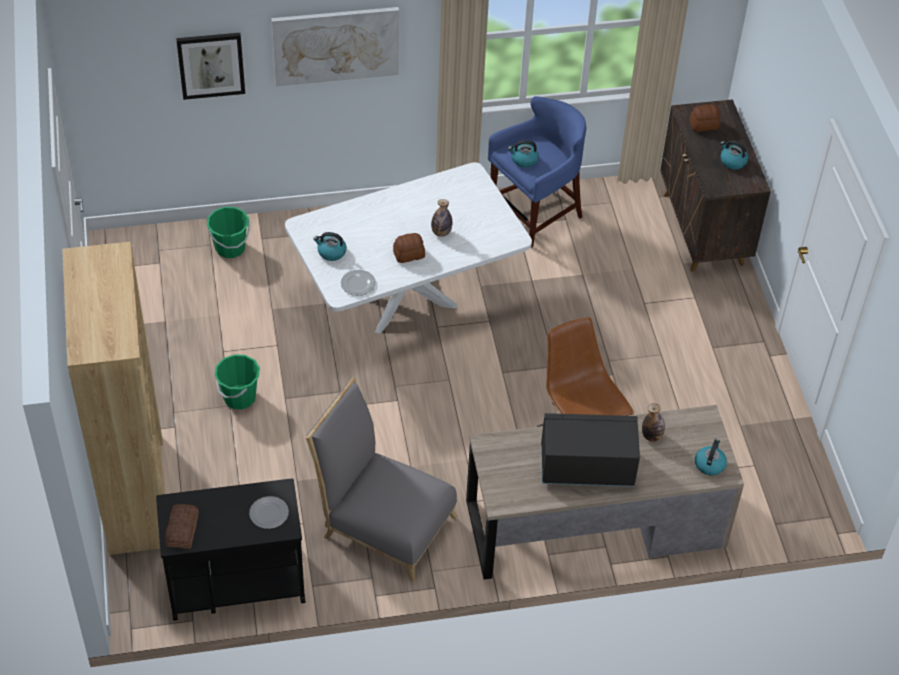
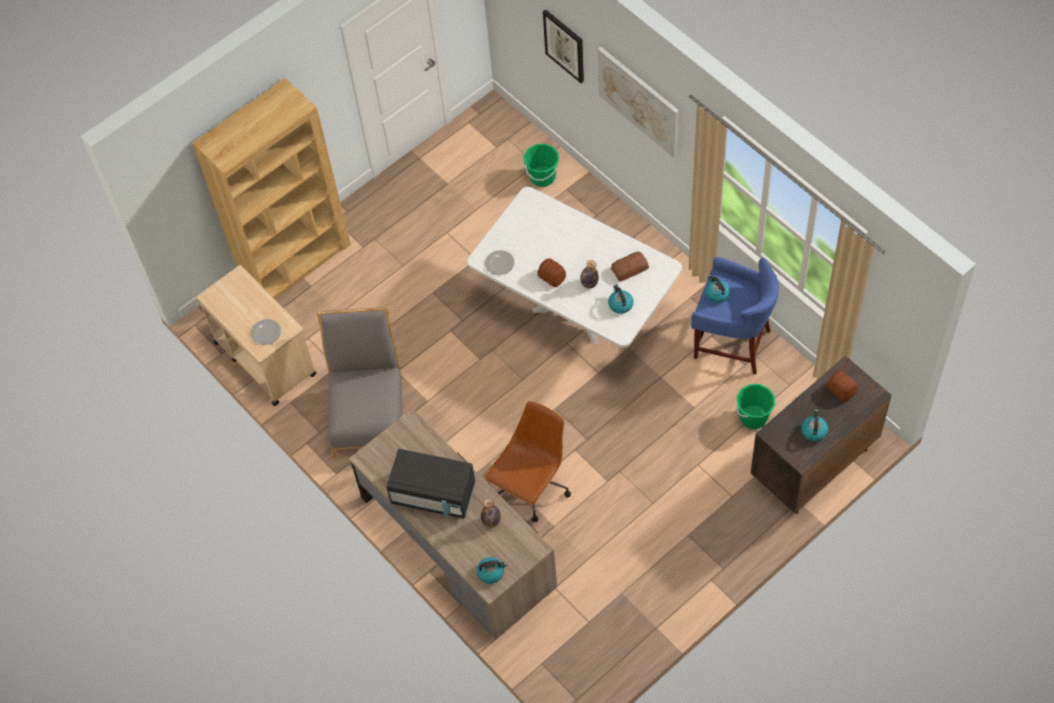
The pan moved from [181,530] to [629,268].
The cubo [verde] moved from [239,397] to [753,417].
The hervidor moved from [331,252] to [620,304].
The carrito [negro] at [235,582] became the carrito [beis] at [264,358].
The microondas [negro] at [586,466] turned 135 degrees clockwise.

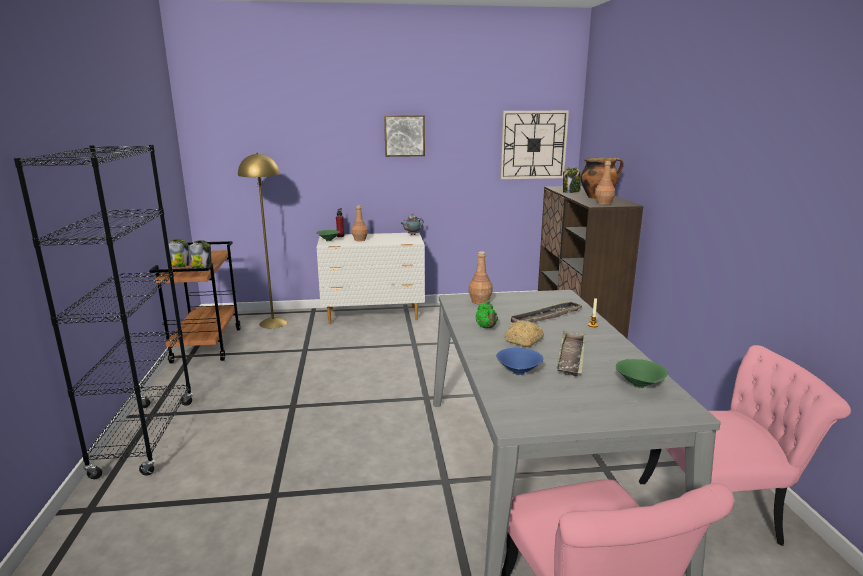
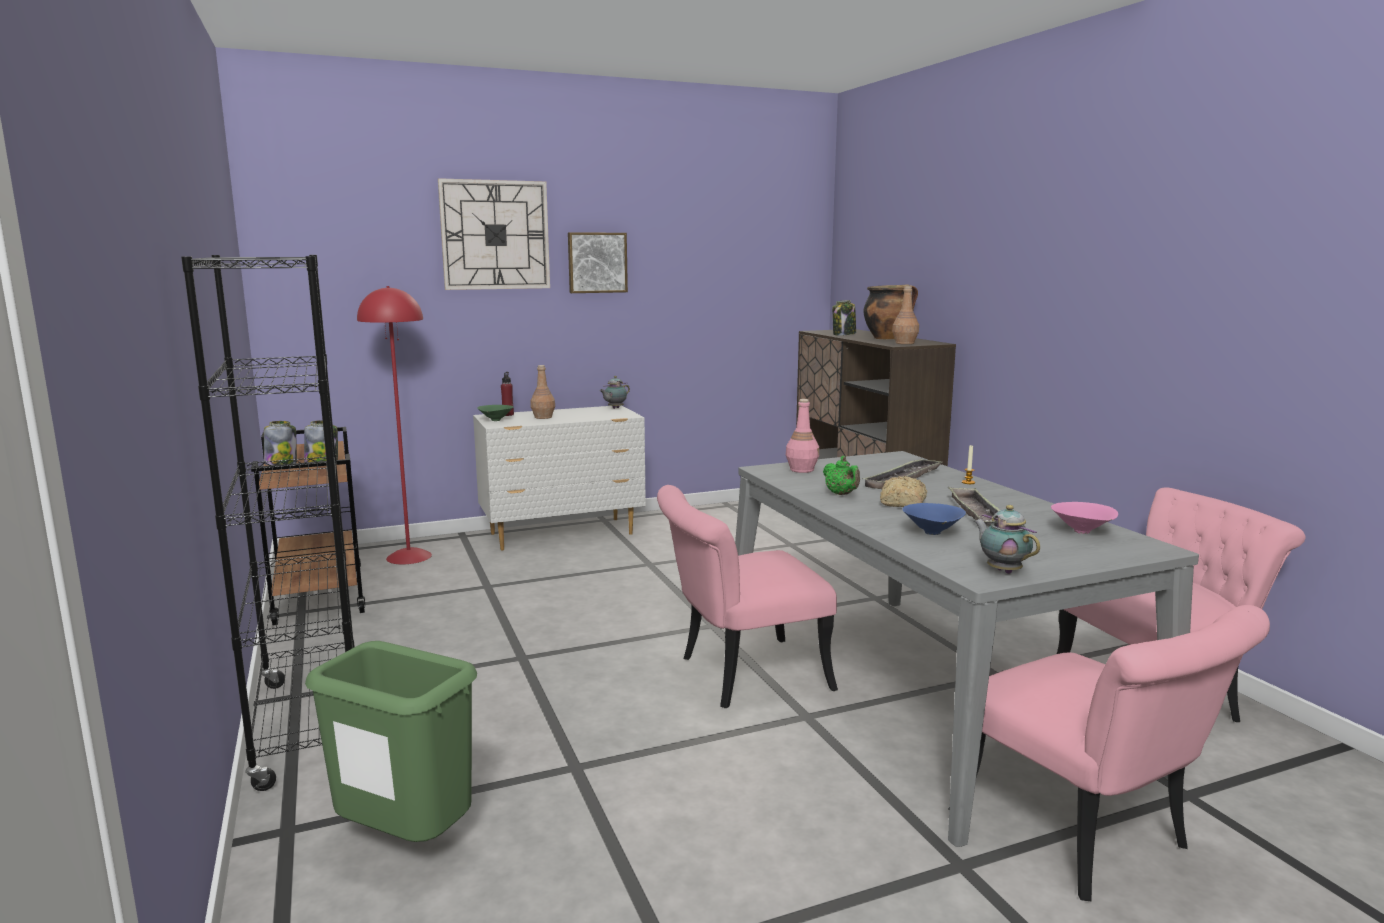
The papelera [verde] at [404,844] appeared.
The silla [rosa] at [739,676] appeared.
The tetera at [1002,571] appeared.
The reloj de pared moved from [533,145] to [495,235].
The lámpara de pie [amarillo] at [273,323] became the lámpara de pie [rojo] at [409,556].
The botella [marrón] at [480,301] became the botella [rosa] at [802,469].
The cuenco [verde] at [639,386] became the cuenco [rosa] at [1083,532].

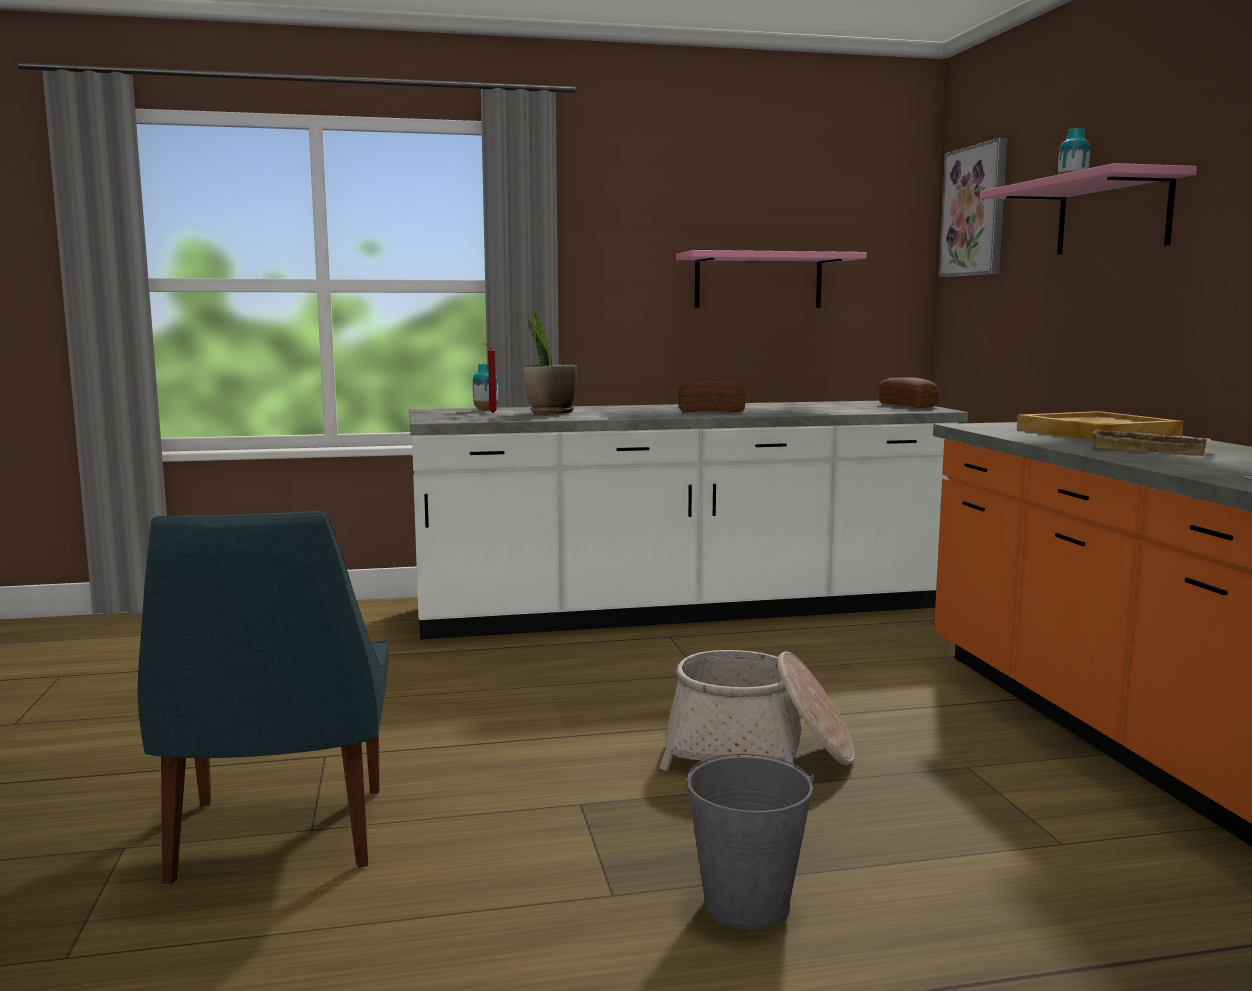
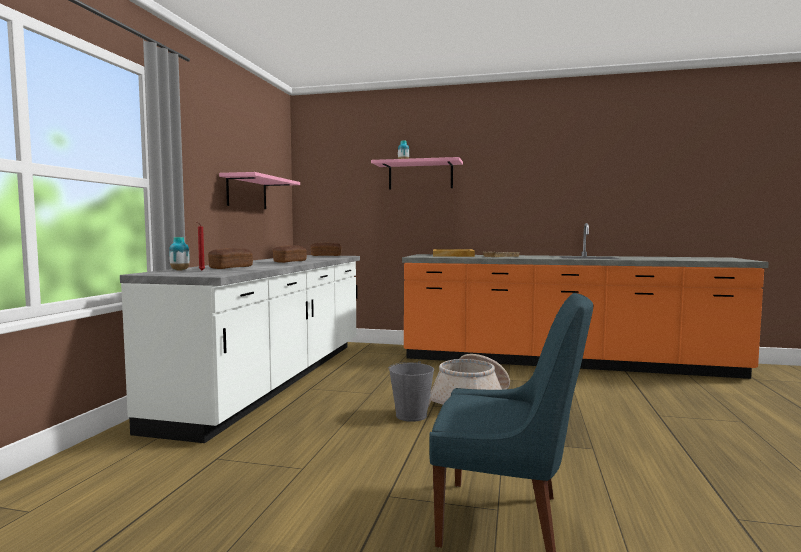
The cuadro at [974,211] disappeared.
The cubo [gris] moved from [747,905] to [411,415].
The planta en maceta at [550,413] was replaced by the pan at [231,267].

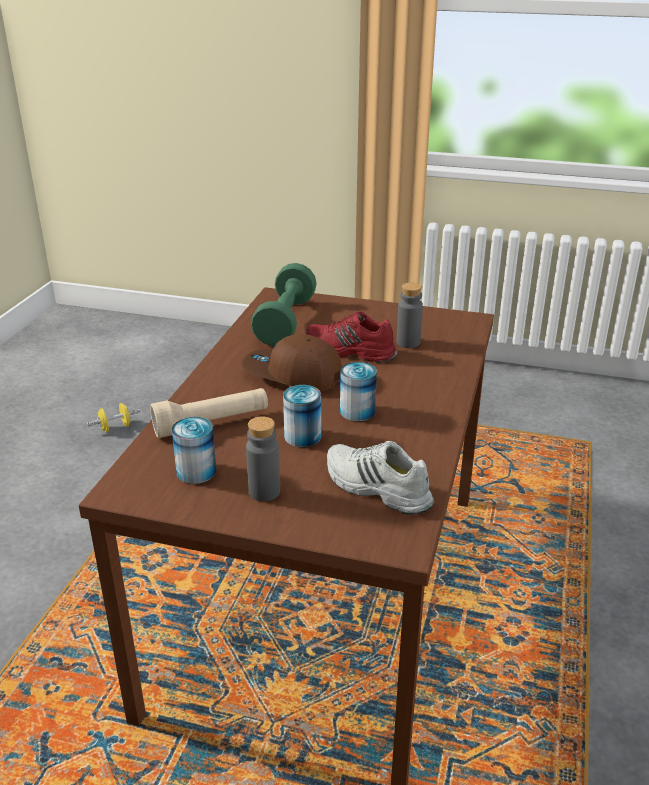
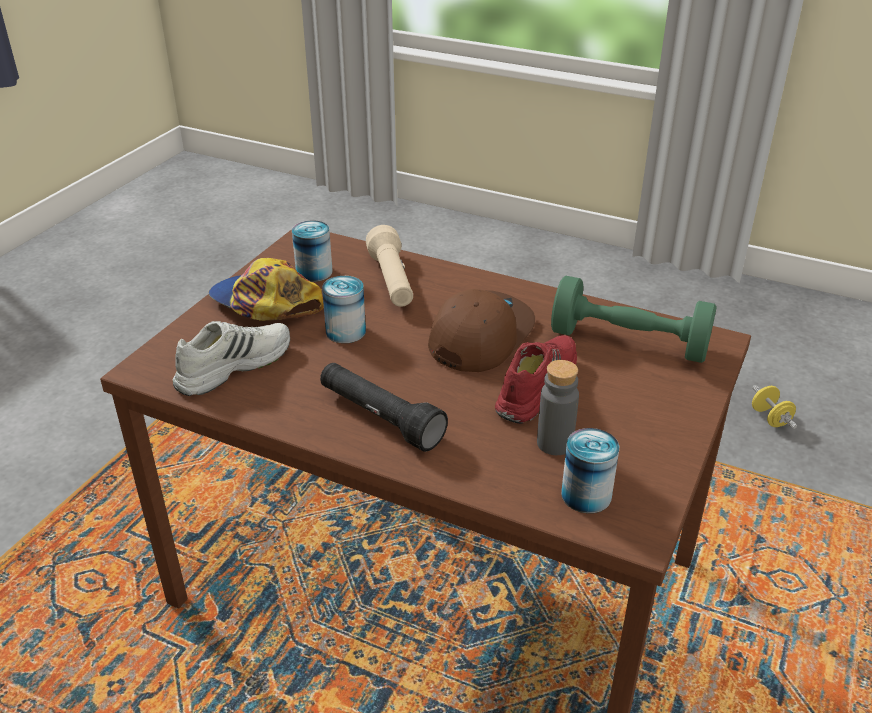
The linterna [negro] at [380,418] appeared.
The lata moved from [357,411] to [586,495].
The botella [gris] at [264,491] was replaced by the gorra at [265,303].

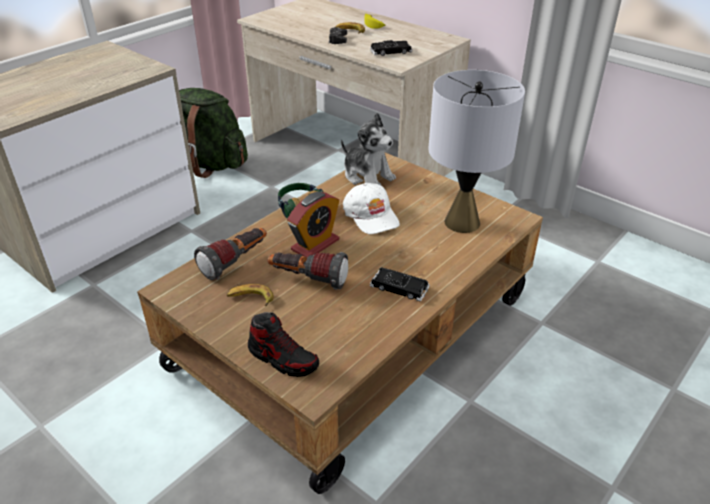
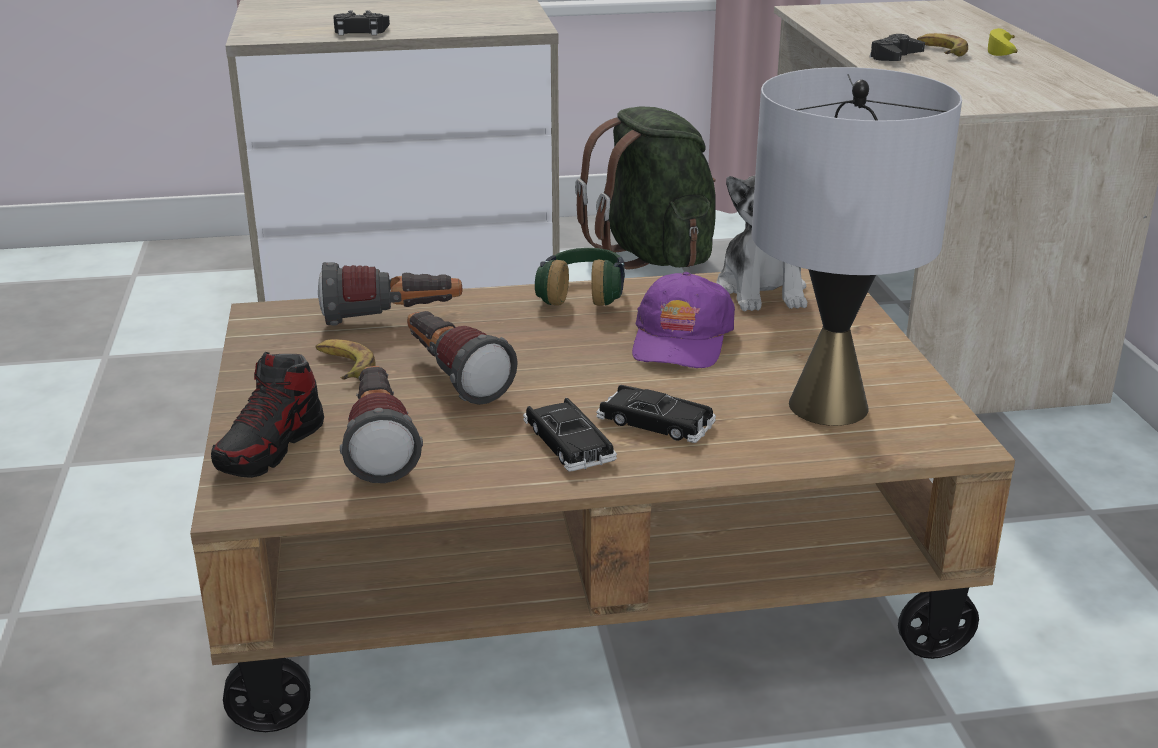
The despertador at [315,245] disappeared.
The mando de consola [negro] at [360,31] appeared.
The linterna at [380,445] appeared.
The coche de juguete [negro] moved from [391,52] to [655,423].
The gorra [blanco] at [371,215] became the gorra [morado] at [681,340].
The zapato at [283,359] turned 45 degrees clockwise.

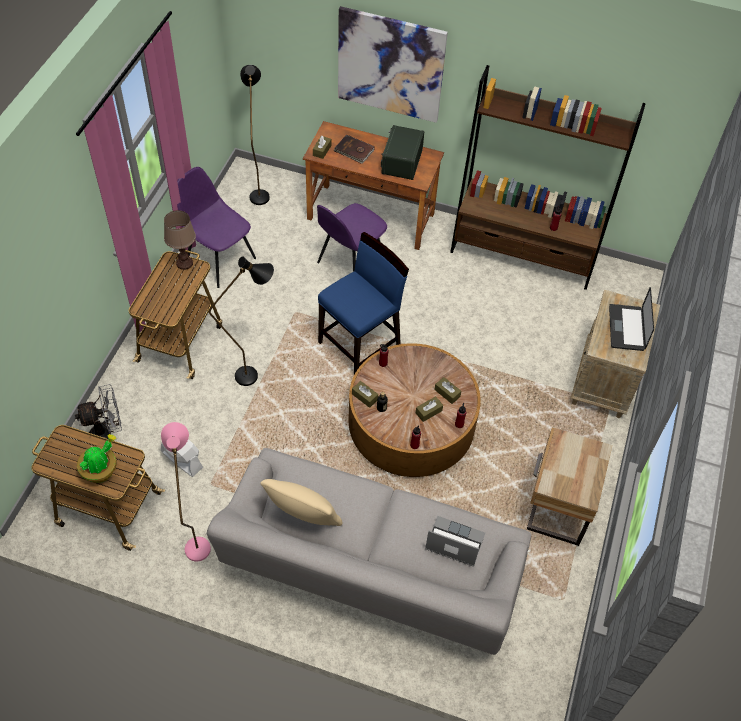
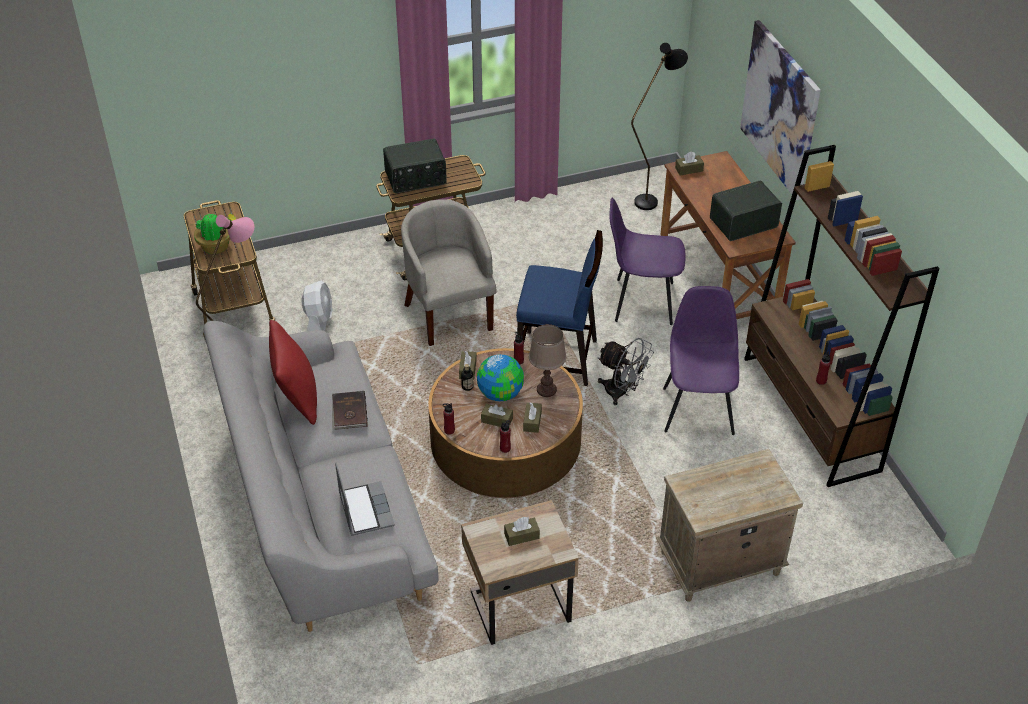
The portátil at [626,328] disappeared.
The radio at [416,178] appeared.
The globo terráqueo at [500,393] appeared.
The caja de pañuelos [marrón] at [521,536] appeared.
The ventilador [gris] moved from [107,432] to [622,392].
The lámpara de mesa [marrón] moved from [184,263] to [546,389].
The silla [morado] moved from [219,260] to [698,409].
The libro [marrón] moved from [354,151] to [349,412].
The lámpara de pie [negro] at [255,375] was replaced by the sillón [beis] at [449,313].
The cojín [beis] at [303,519] became the cojín [rojo] at [297,398].

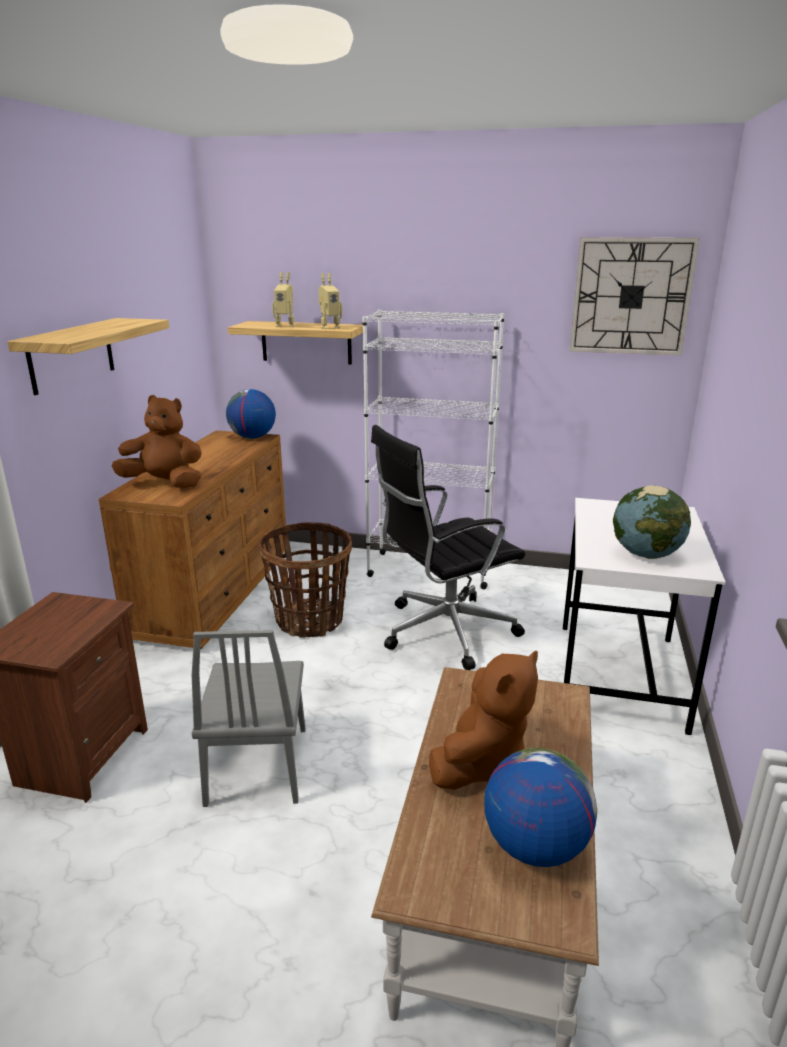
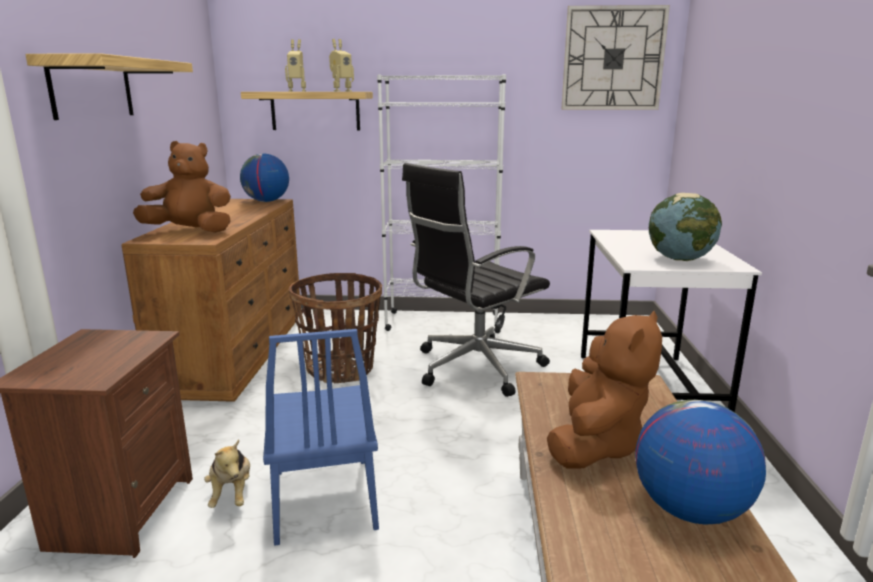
The peluche at [232,494] appeared.
The silla [gris] at [257,764] became the silla [azul] at [324,498].

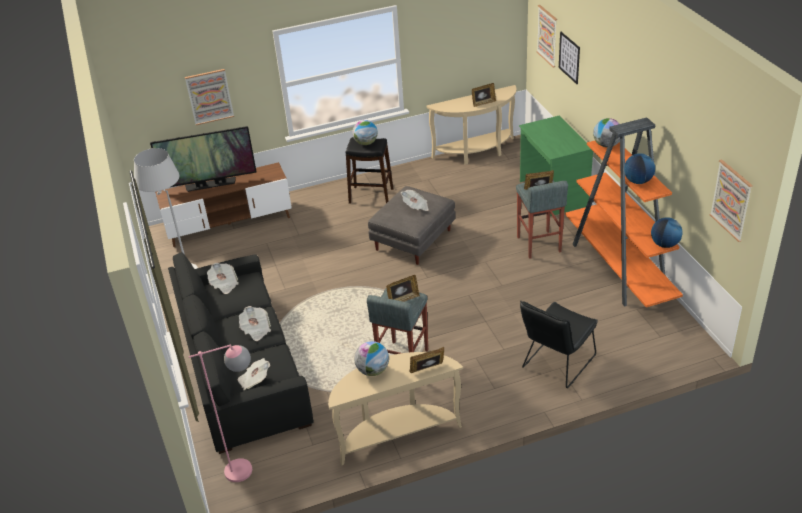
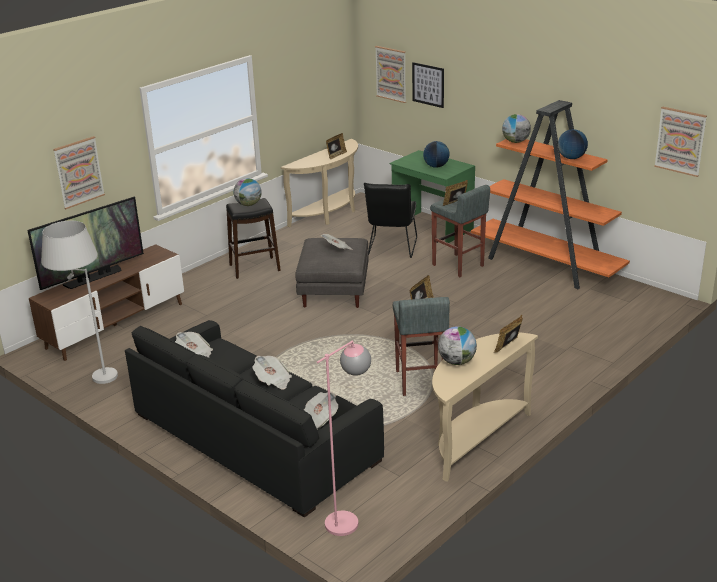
The silla [negro] moved from [556,364] to [391,249].
The globo terráqueo moved from [664,244] to [436,166].

